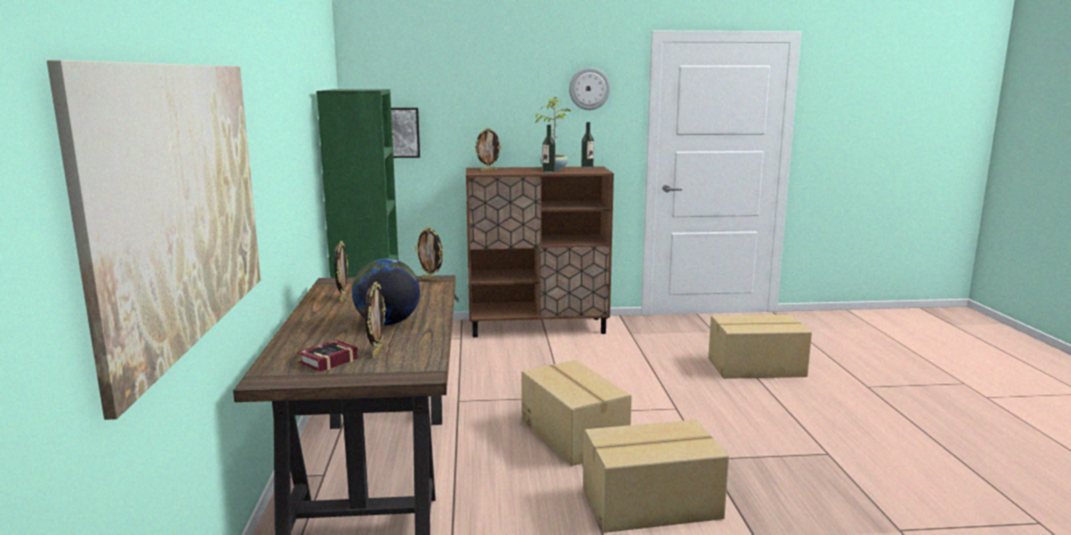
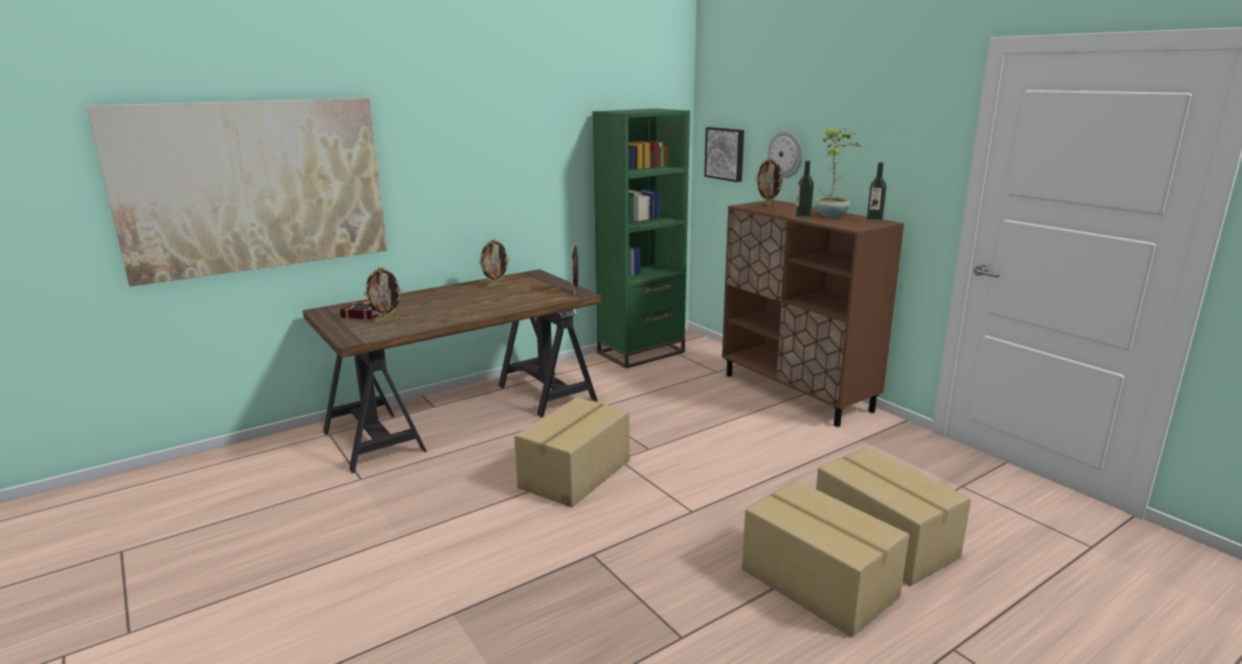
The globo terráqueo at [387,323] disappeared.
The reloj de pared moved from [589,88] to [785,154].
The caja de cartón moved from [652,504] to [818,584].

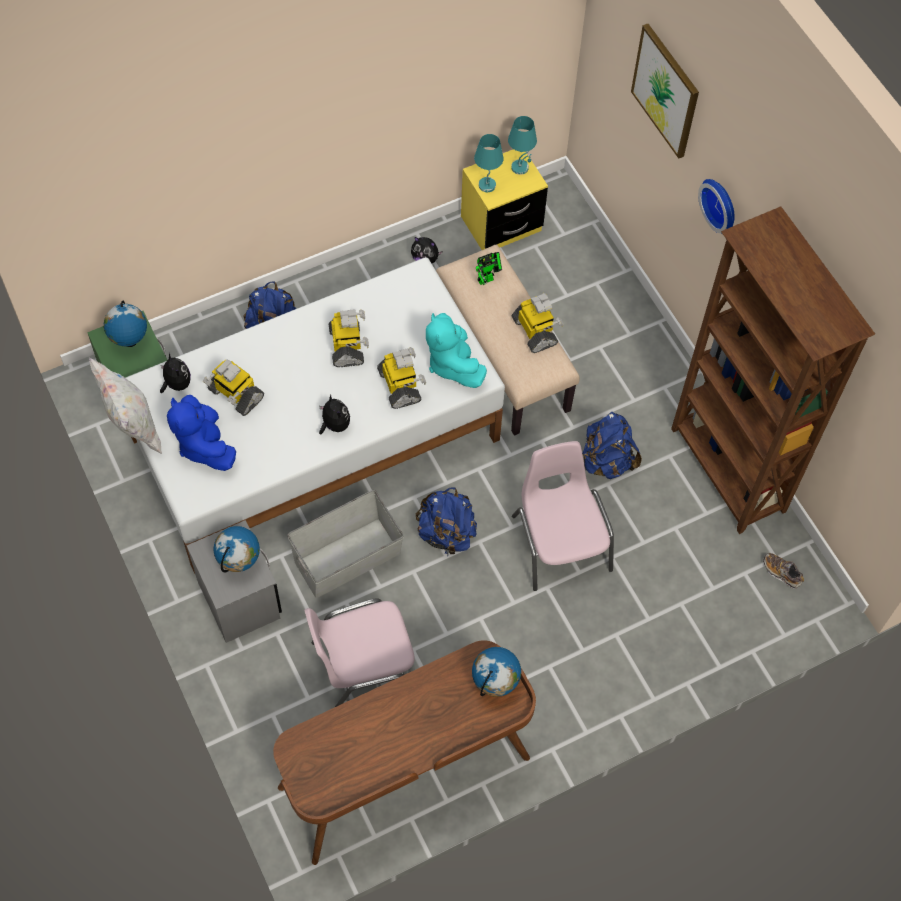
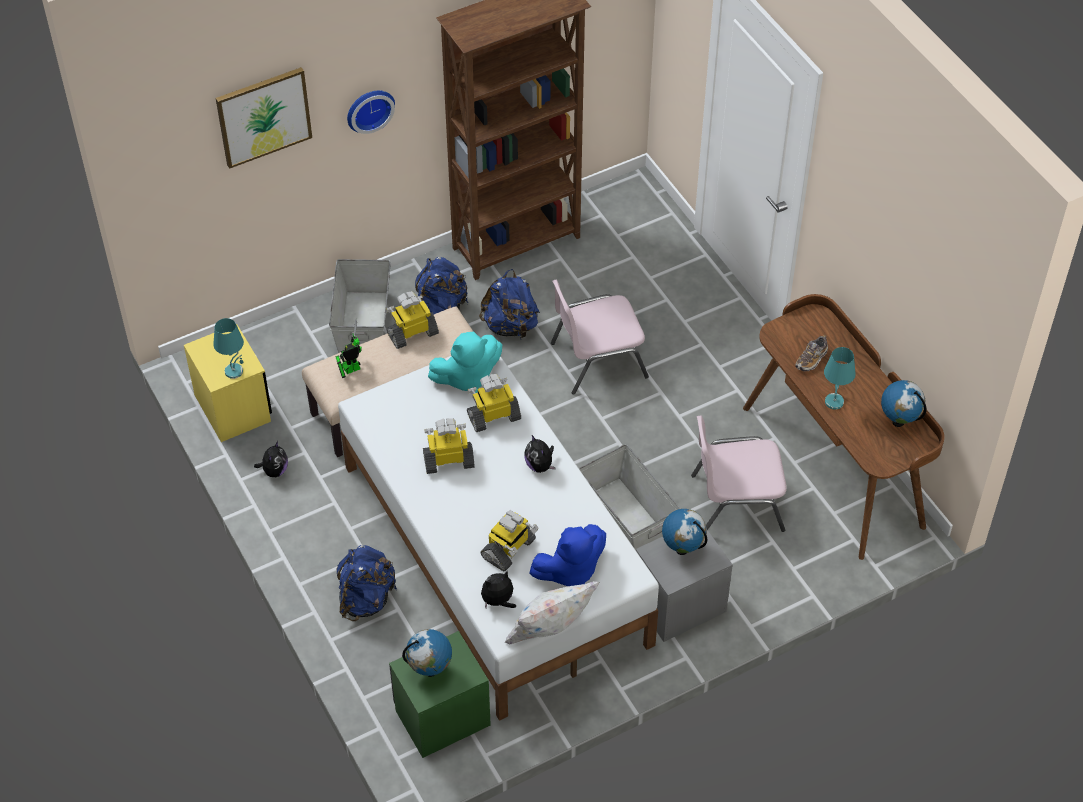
The caja de almacenaje [gris] at [363,325] appeared.
The mochila [azul] moved from [446,533] to [440,311].
The globo terráqueo moved from [495,684] to [898,421].
The lámpara de mesa [turquesa] moved from [520,167] to [833,401].
The zapato moved from [781,573] to [811,359].
The silla [rosa] at [363,665] turned 105 degrees clockwise.
The peluche at [334,425] turned 90 degrees counterclockwise.
The robot de juguete at [488,279] turned 90 degrees counterclockwise.

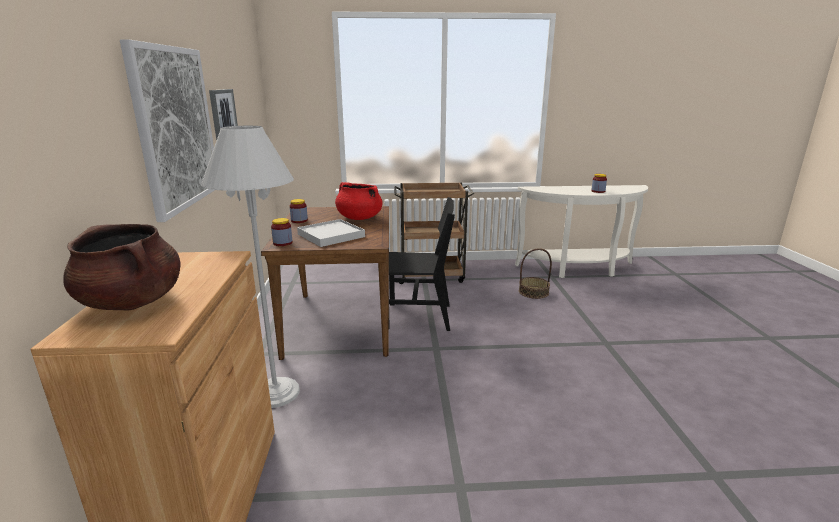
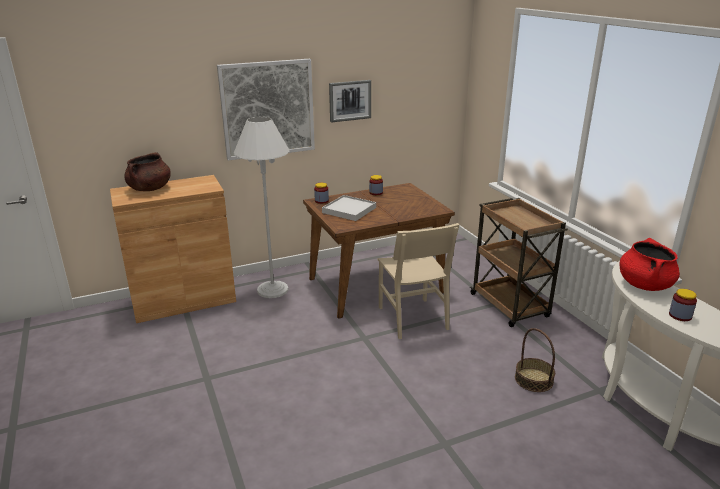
The olla [rojo] moved from [359,218] to [644,284].
The silla [negro] at [418,317] became the silla [beis] at [412,318].

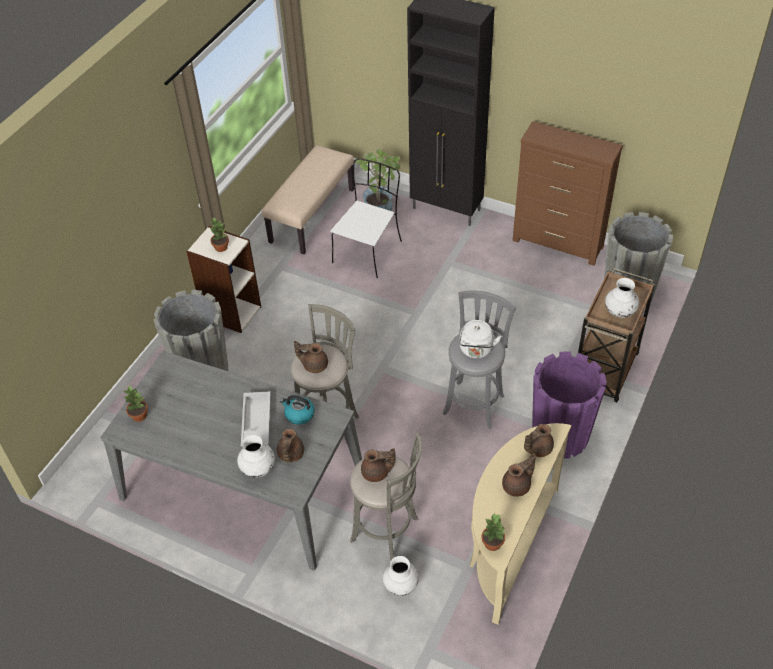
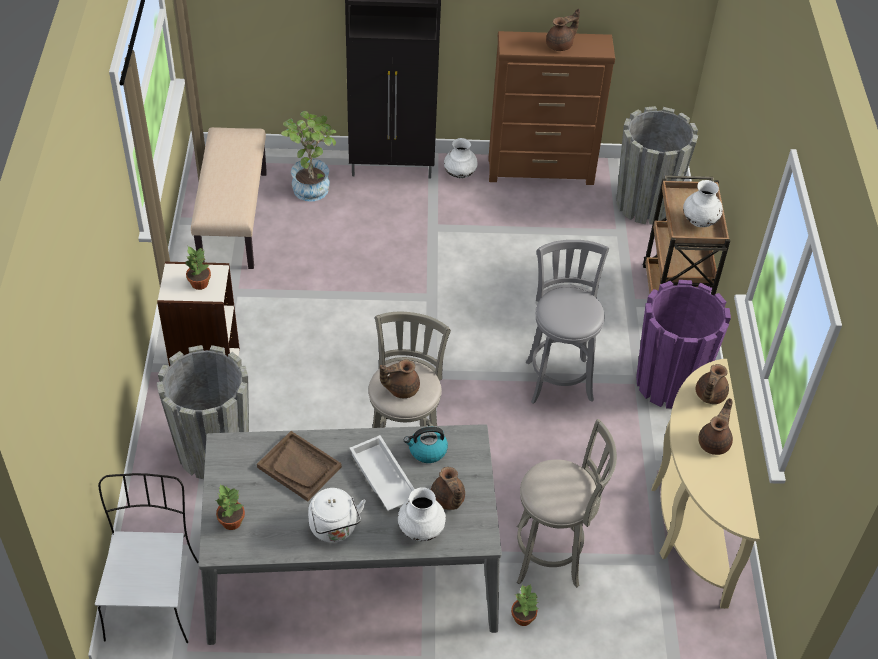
The bandeja [marrón] at [299,467] appeared.
The silla [blanco] moved from [368,251] to [153,598].
The tetera [marrón] moved from [377,473] to [560,45].
The florero [blanco] moved from [401,585] to [460,174].
The hervidor [blanco] moved from [476,350] to [334,529].
The planta en maceta moved from [493,543] to [523,617].

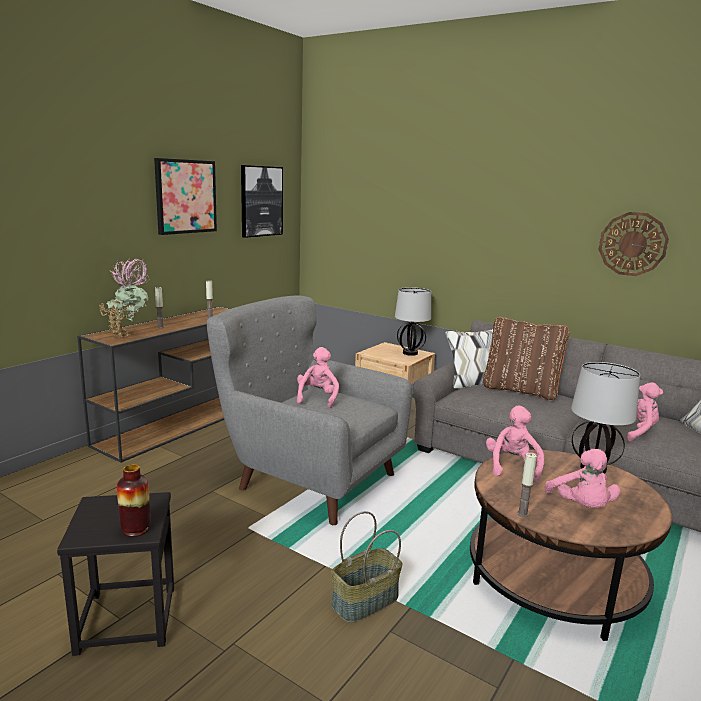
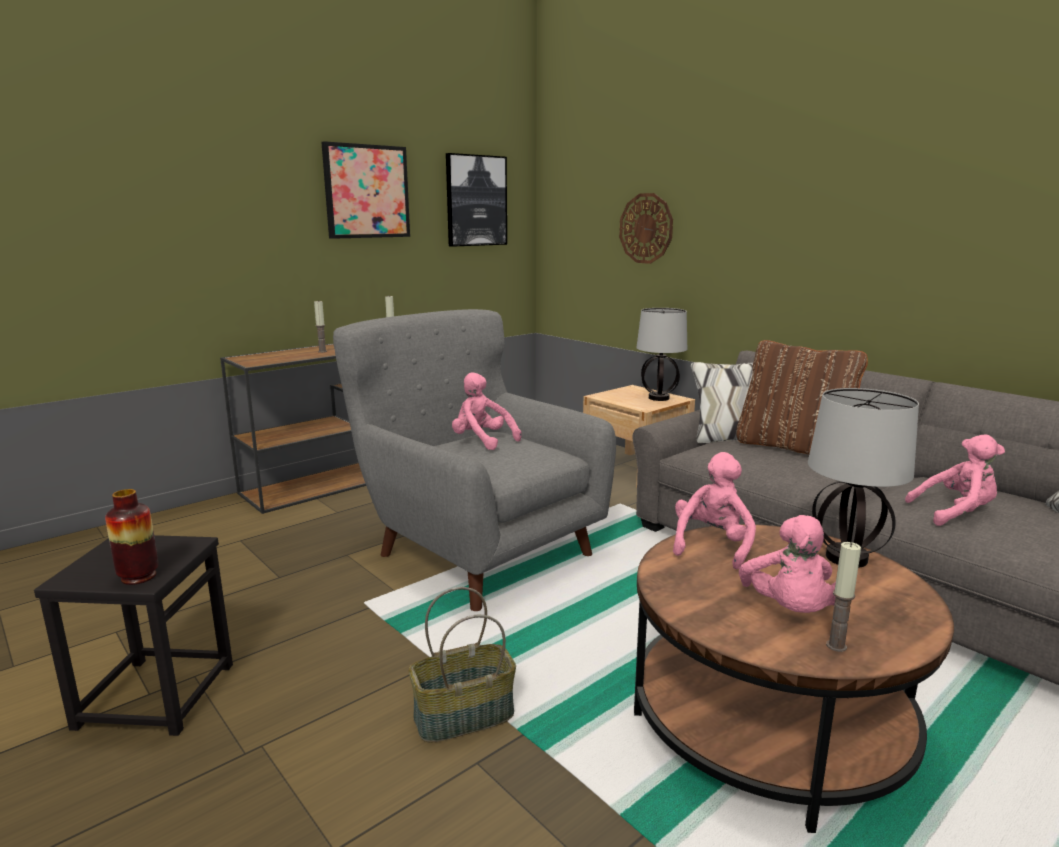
The planta en maceta at [128,334] disappeared.
The vela moved from [522,514] to [836,646].
The reloj de pared moved from [632,244] to [646,228].
The peluche [rosa] at [317,398] turned 75 degrees counterclockwise.

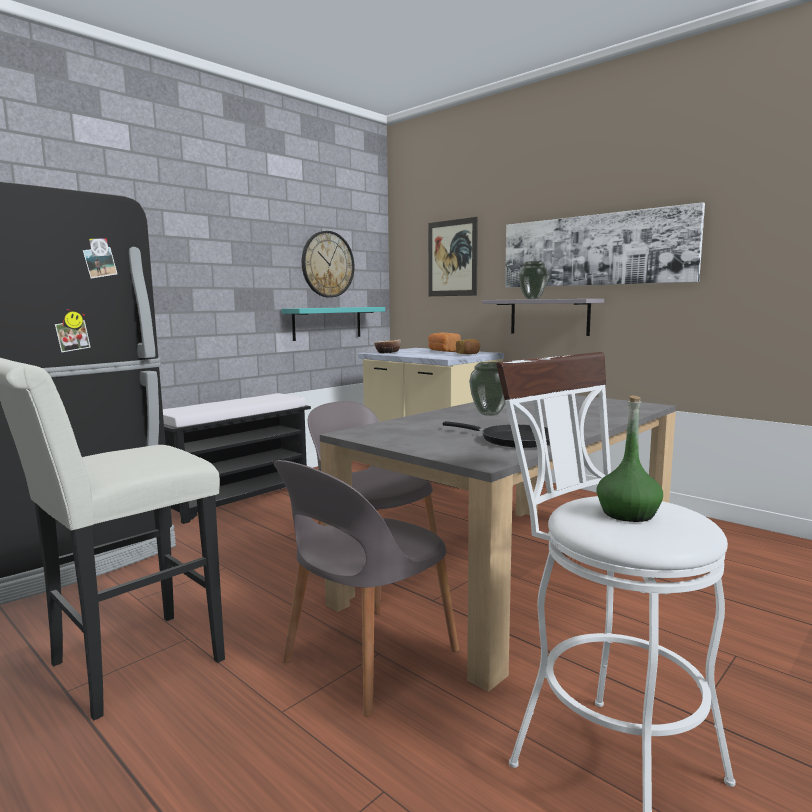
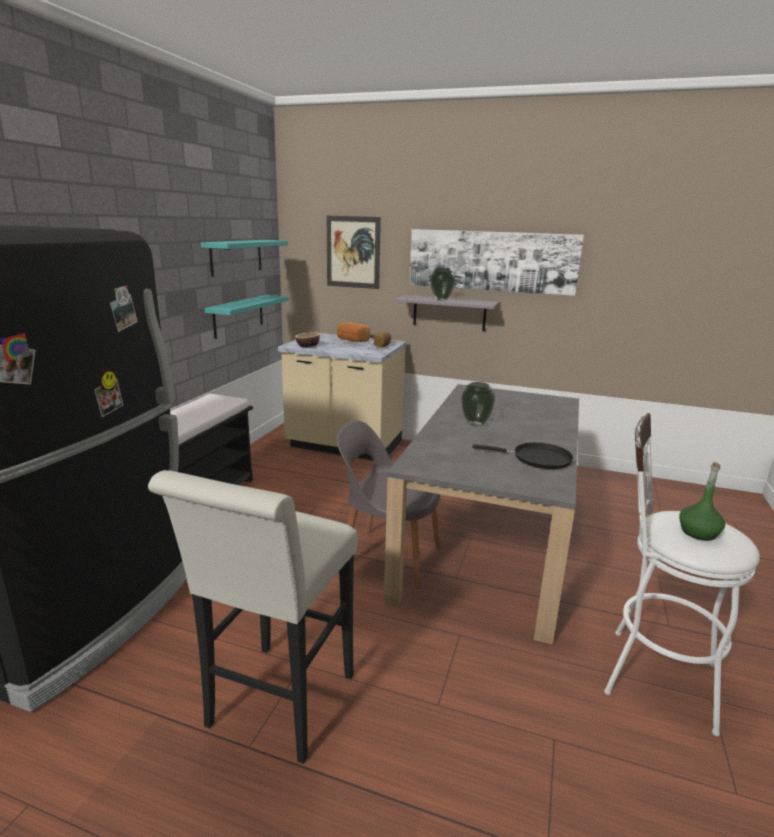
The silla [gris] at [368,658] disappeared.
The reloj de pared at [327,264] was replaced by the estante [turquesa] at [236,257].

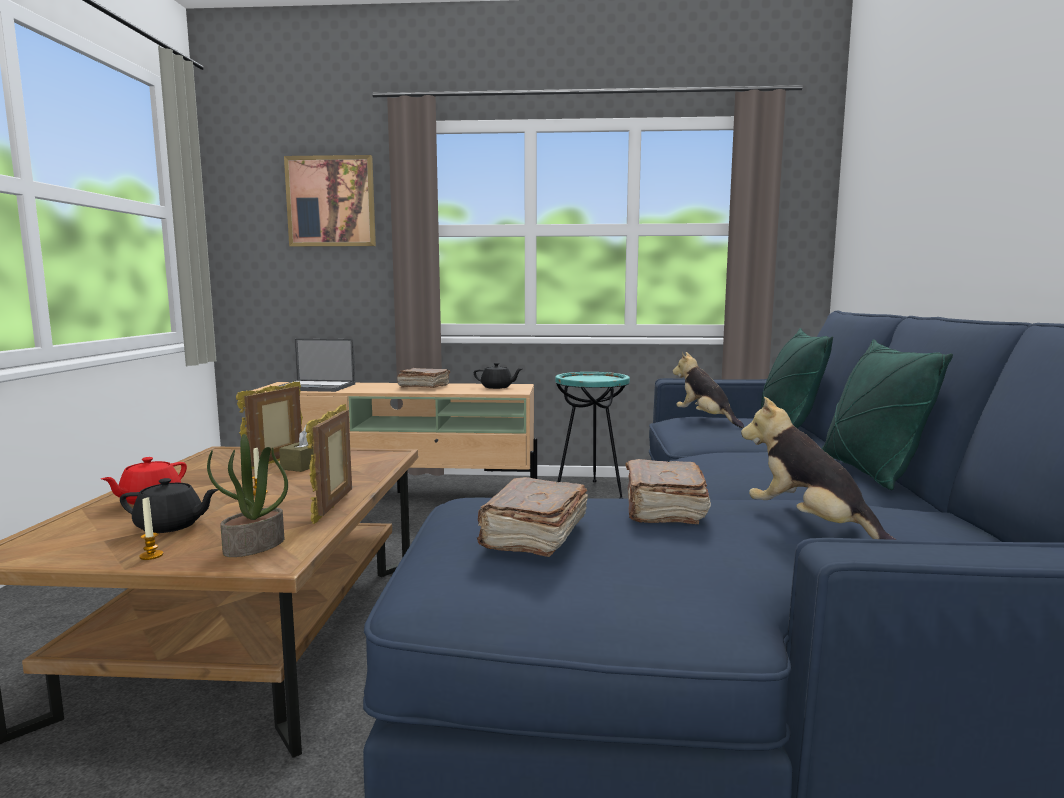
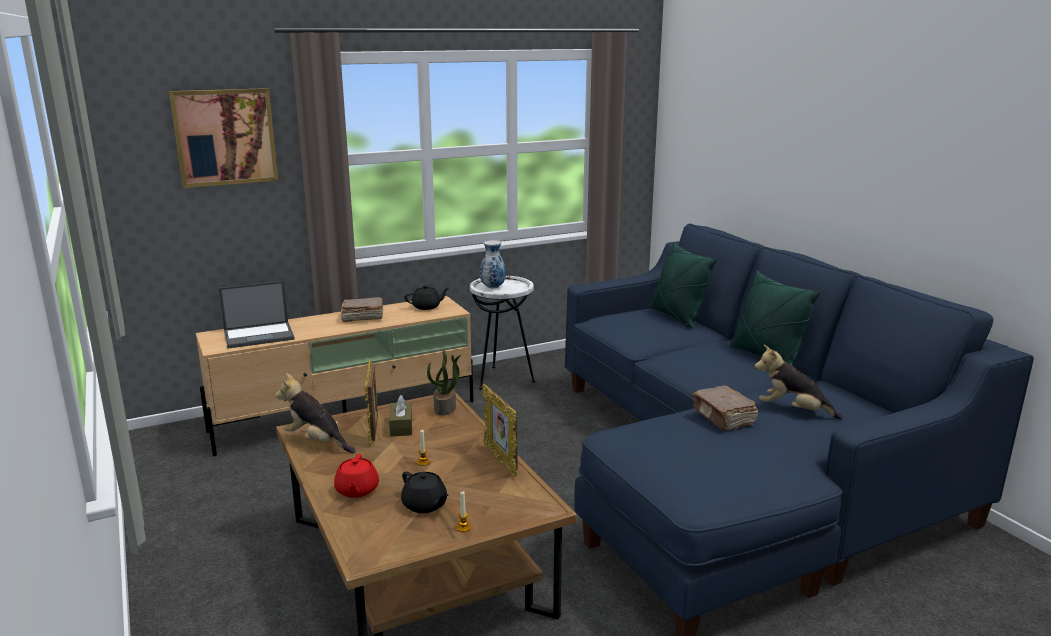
The libro [marrón] at [533,535] disappeared.
The florero at [492,287] appeared.
The planta en maceta moved from [254,547] to [445,408].
The peluche moved from [705,419] to [317,442].
The mesa auxiliar [turquesa] at [590,492] became the mesa auxiliar [blanco] at [502,379].
The tetera [negro] at [170,526] turned 75 degrees clockwise.

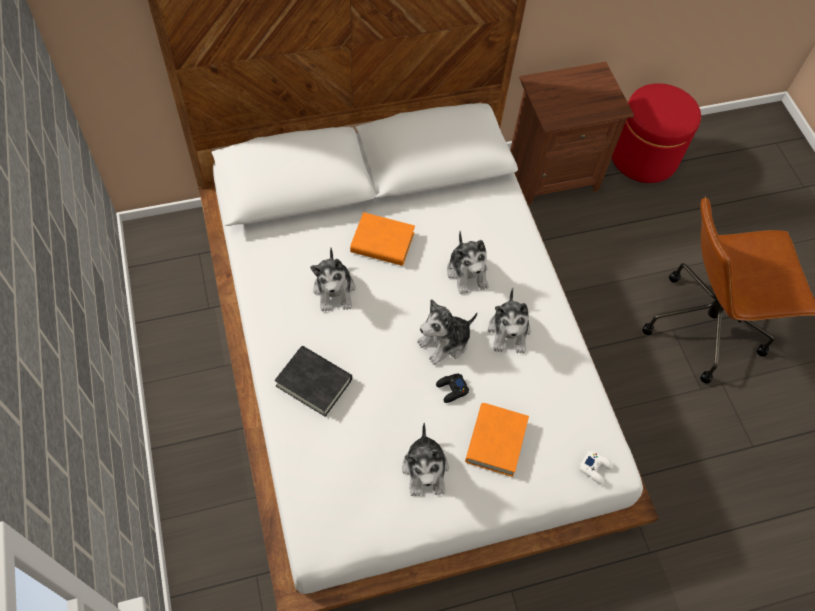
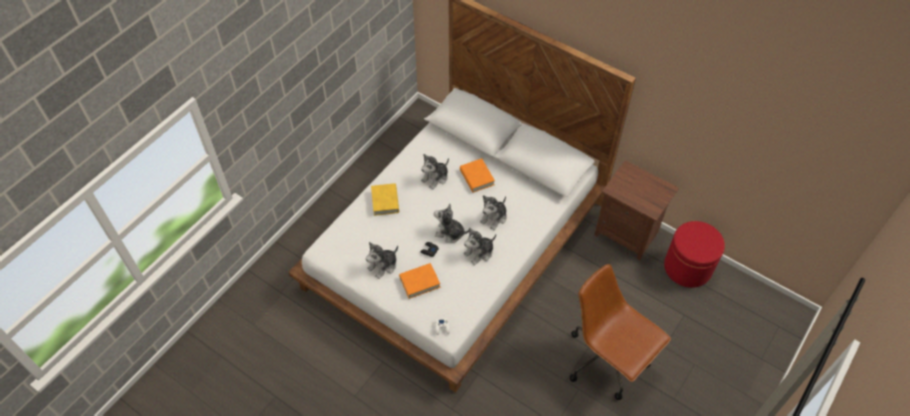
The libro [negro] at [314,383] became the libro [amarillo] at [385,201].

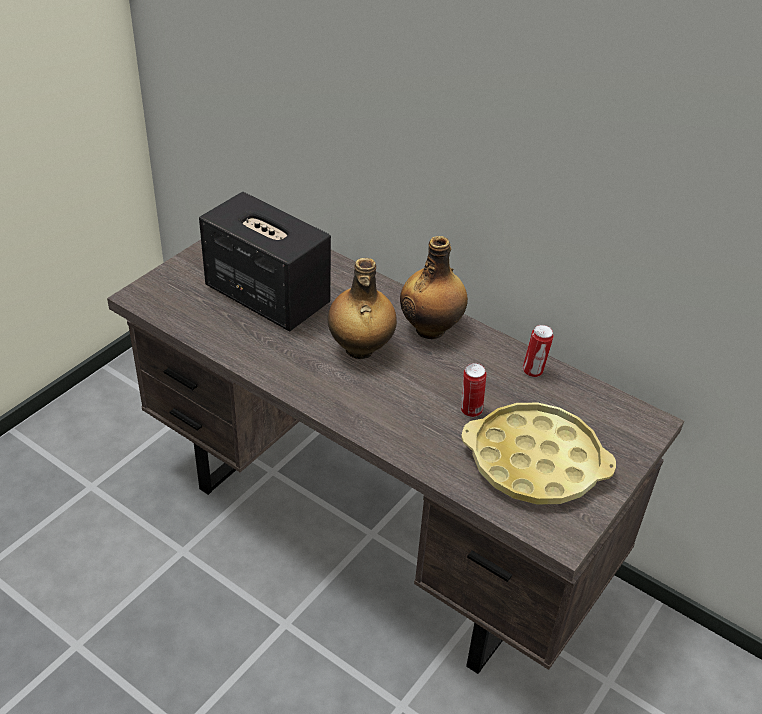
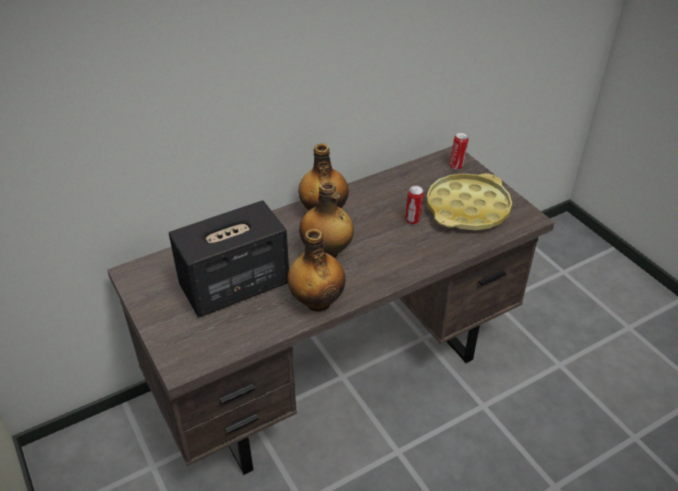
The botella at [317,301] appeared.
The lata moved from [533,371] to [456,166].

